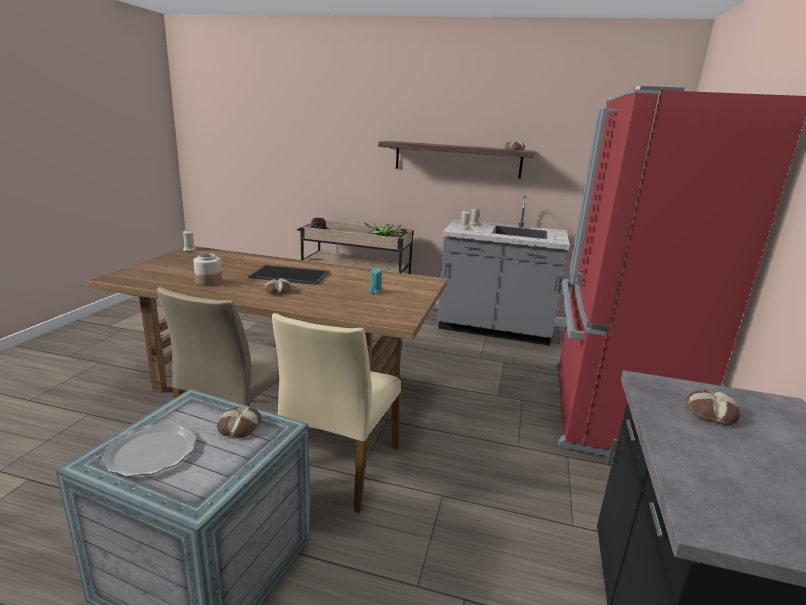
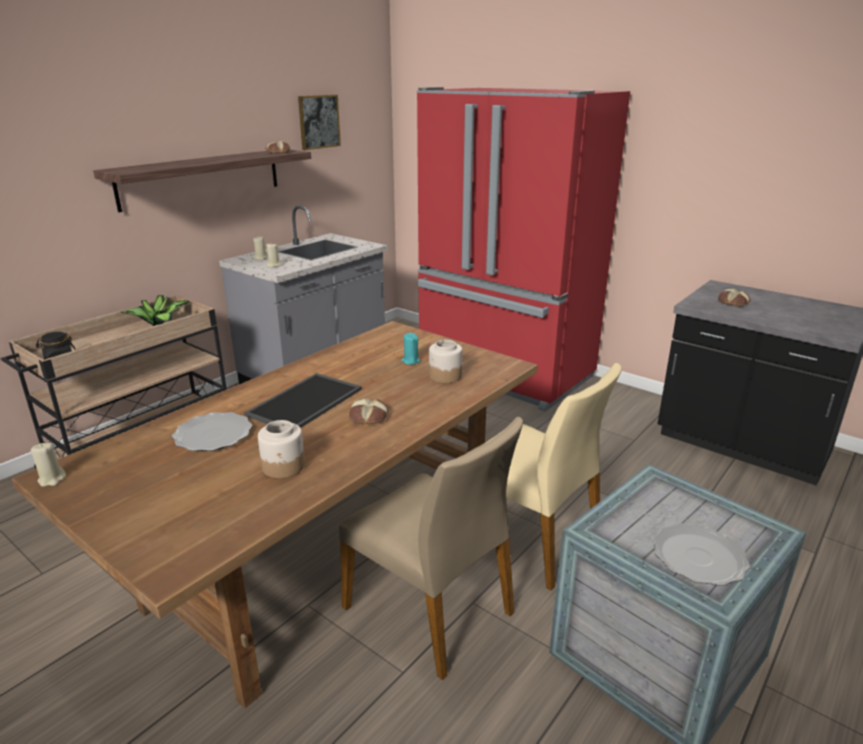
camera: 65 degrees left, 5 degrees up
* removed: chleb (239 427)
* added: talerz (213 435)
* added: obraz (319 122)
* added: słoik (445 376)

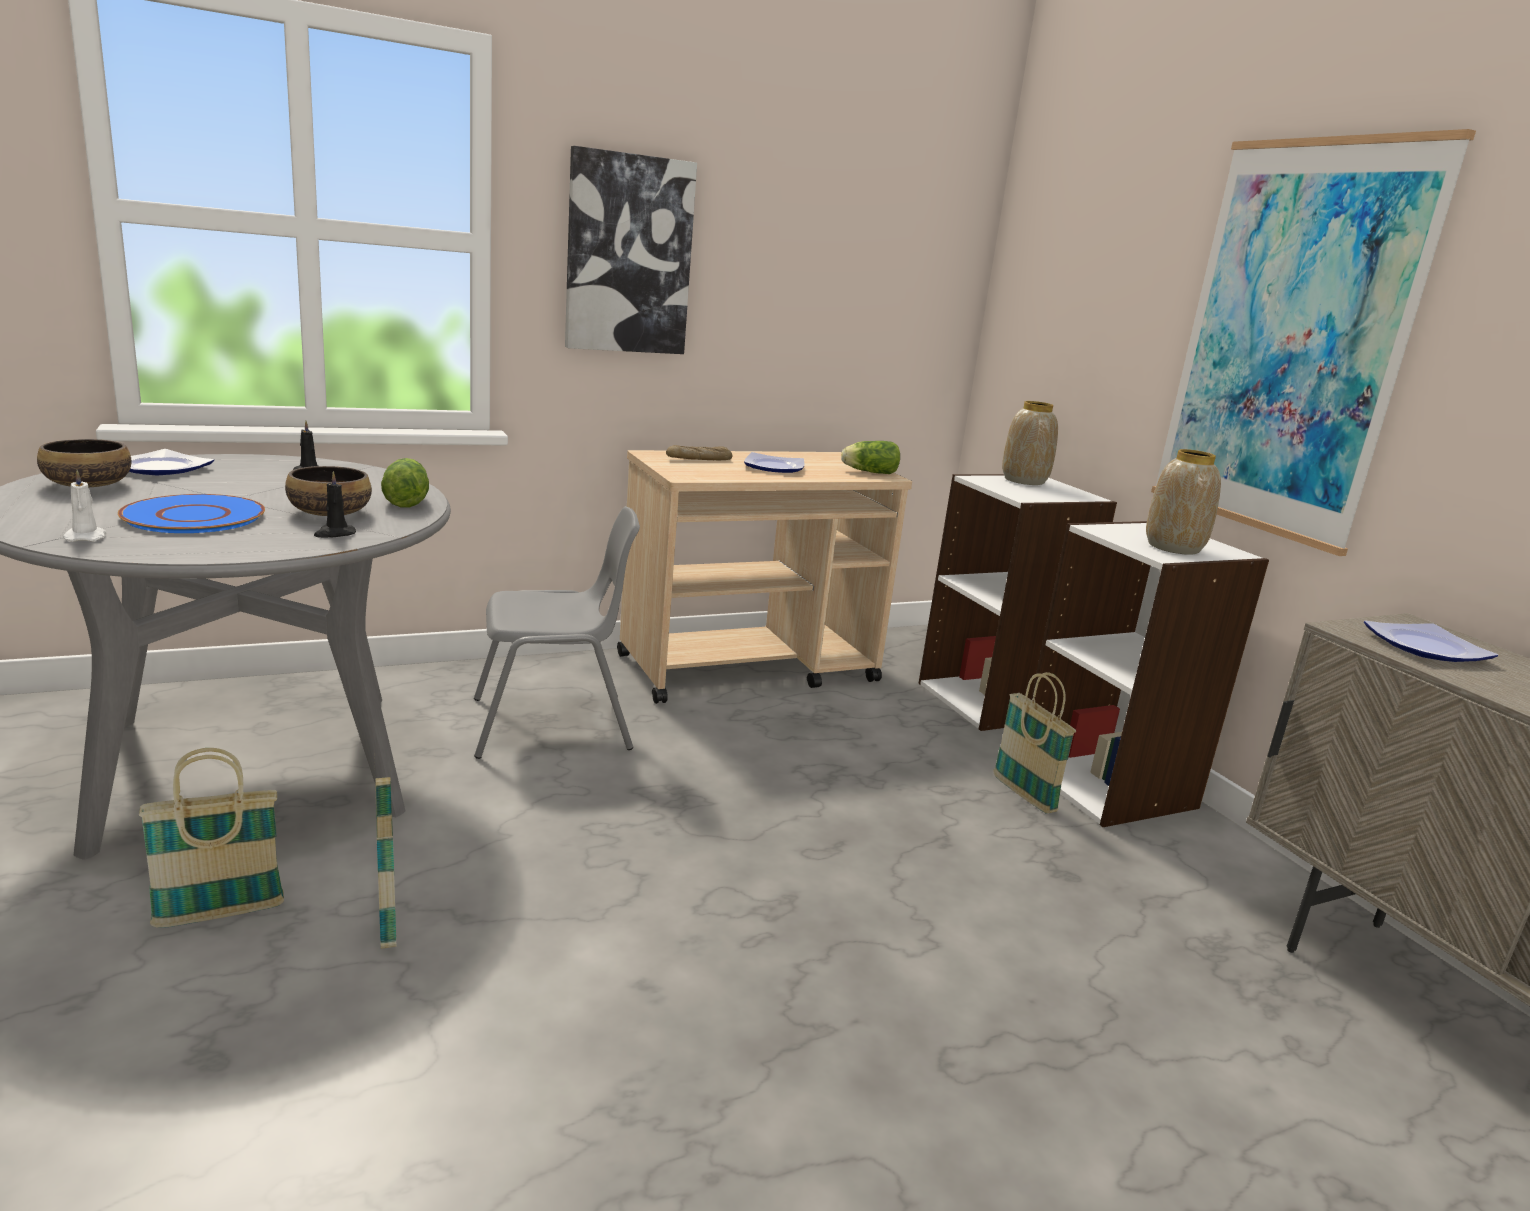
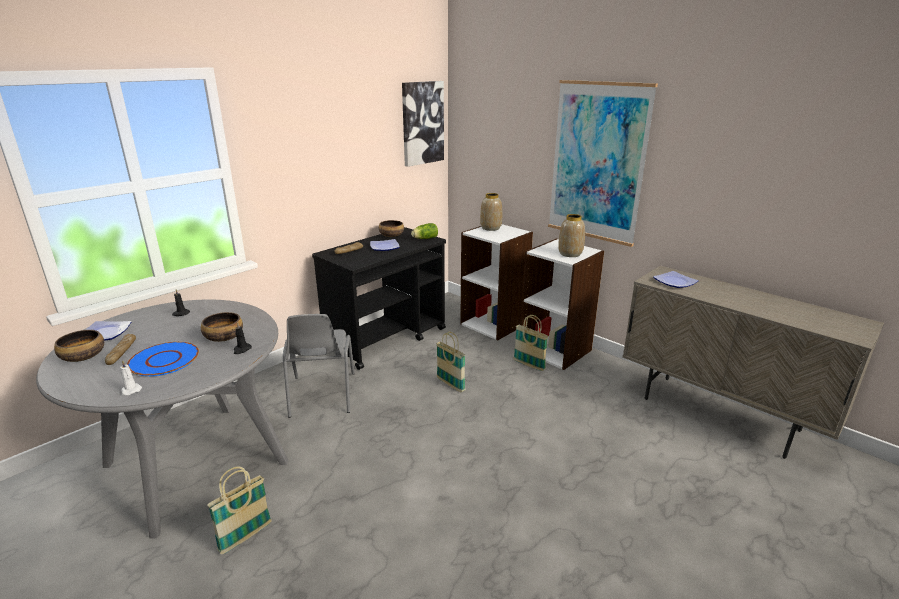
camera: 20 degrees left, 5 degrees up
* removed: sałata (406 500)
* added: chleb (122 352)
* added: miska (391 235)
* moved: koszyk (387 915) to (450 384)
* moved: obraz (628 255) to (422 123)
* recoloured: wózek [beżowy] (750 668) to wózek [czarny] (387 338)
* turned: krzesło [szary] (554 725) = (321 395) 120 degrees clockwise

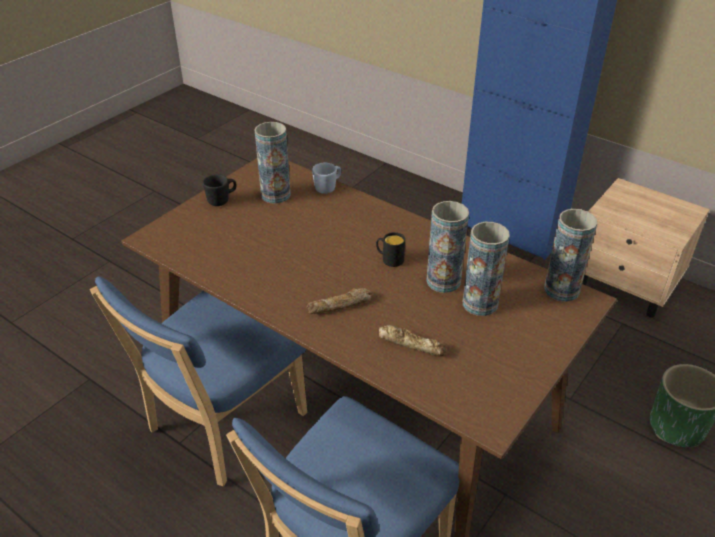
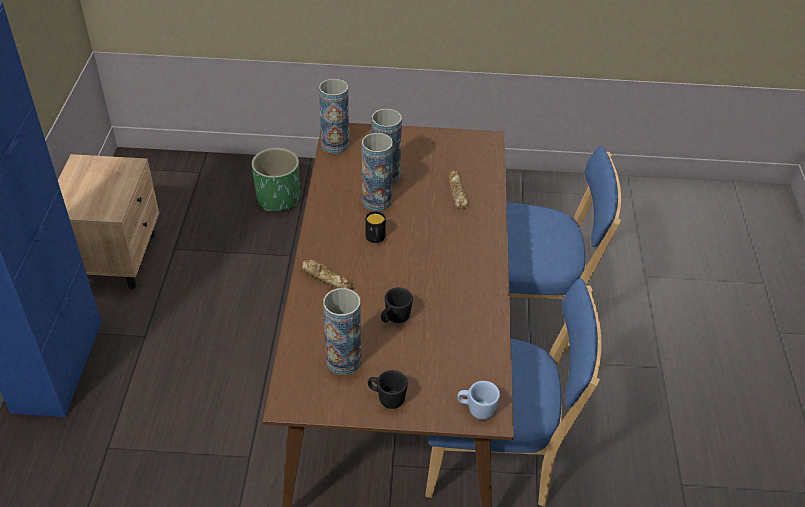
camera: 125 degrees left, 5 degrees up
* added: kubek [czarny] (394 318)
* moved: chleb (340 305) to (327 278)
* moved: kubek [niebieski] (328 187) to (476 410)

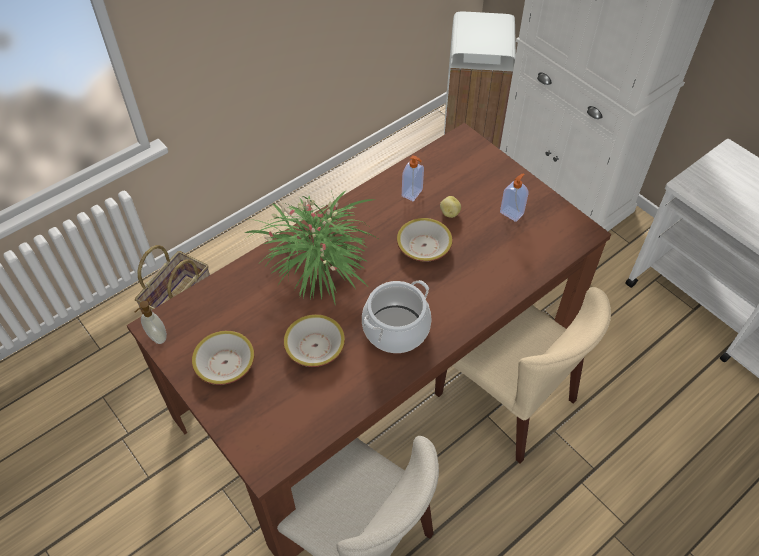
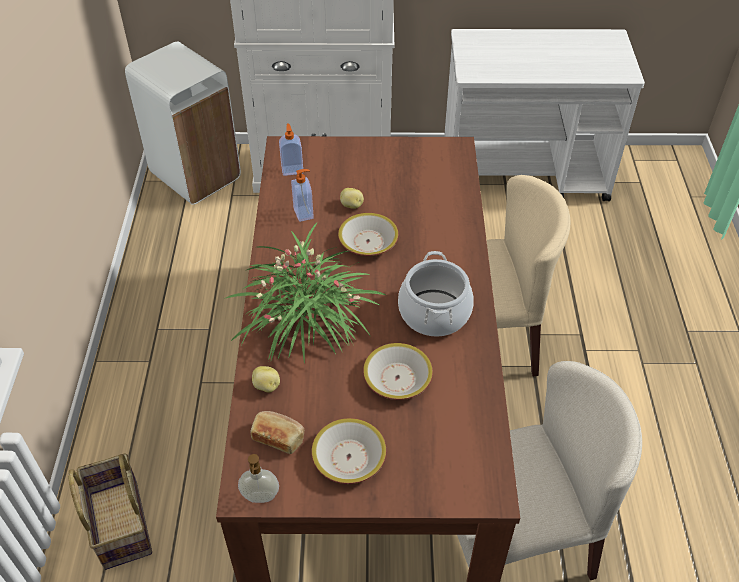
camera: 50 degrees left, 5 degrees down
* added: chleb (278 437)
* added: ziemniak (267 386)
* moved: dozownik mydła (512 213) to (292 169)

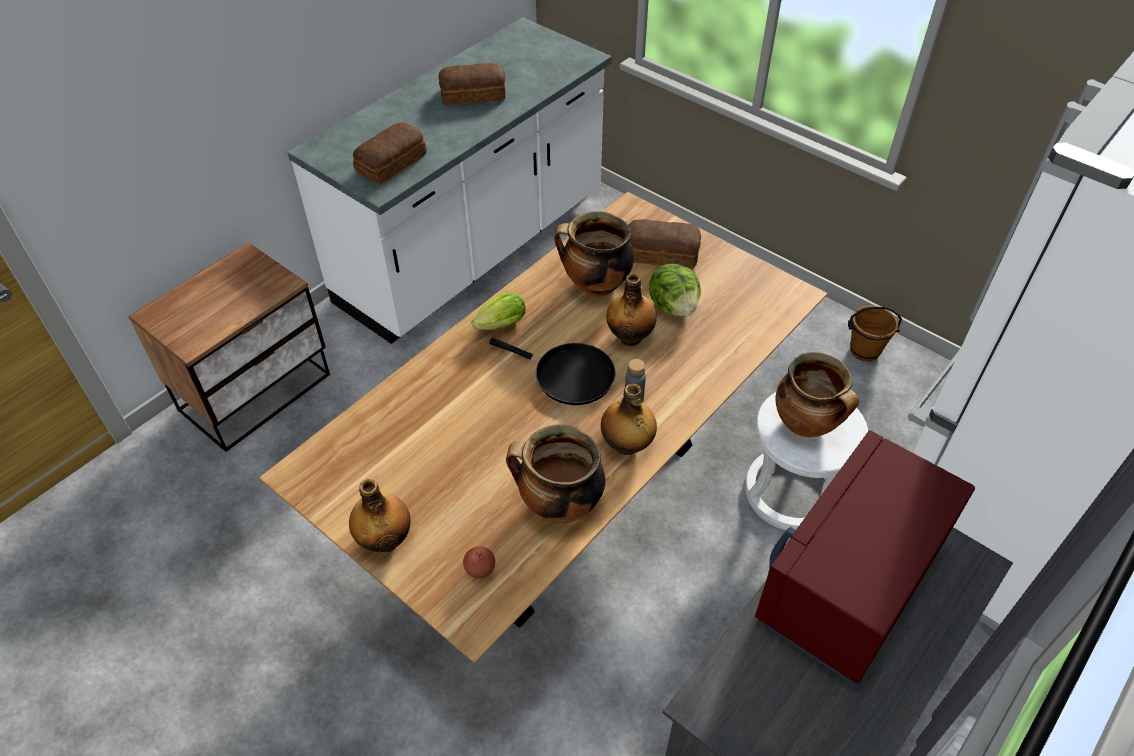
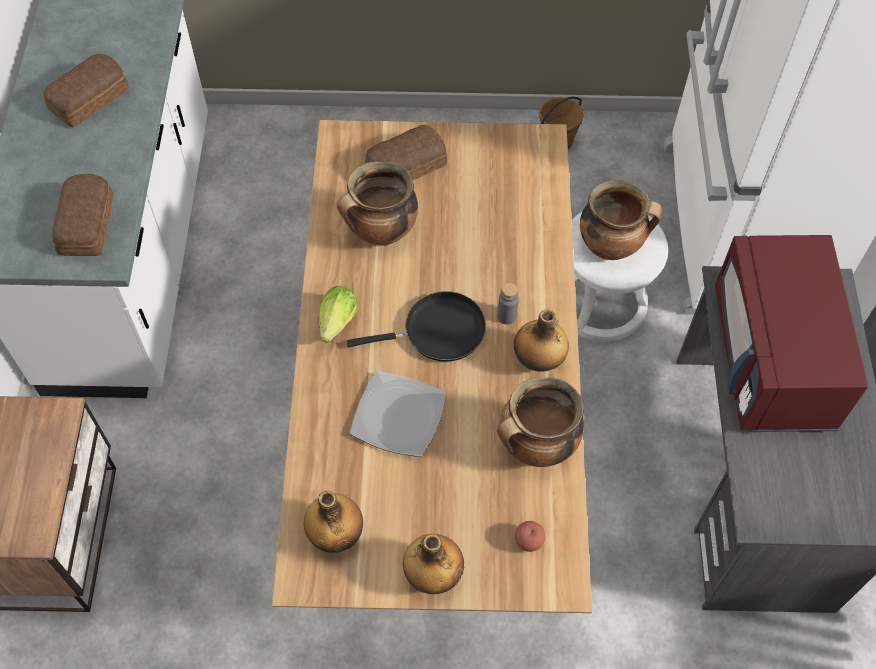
camera: 40 degrees left, 10 degrees up
* removed: sałata (674 306)
* added: talerz (398 415)
* moved: butelka (630 336) to (336 534)

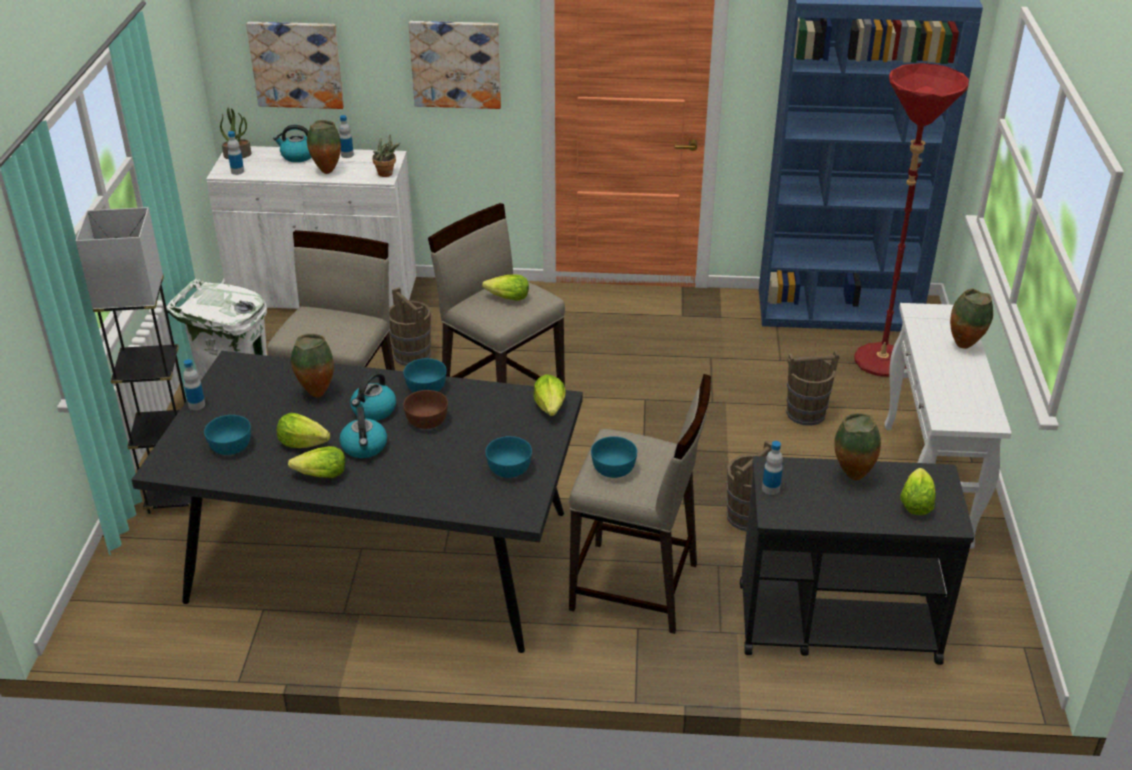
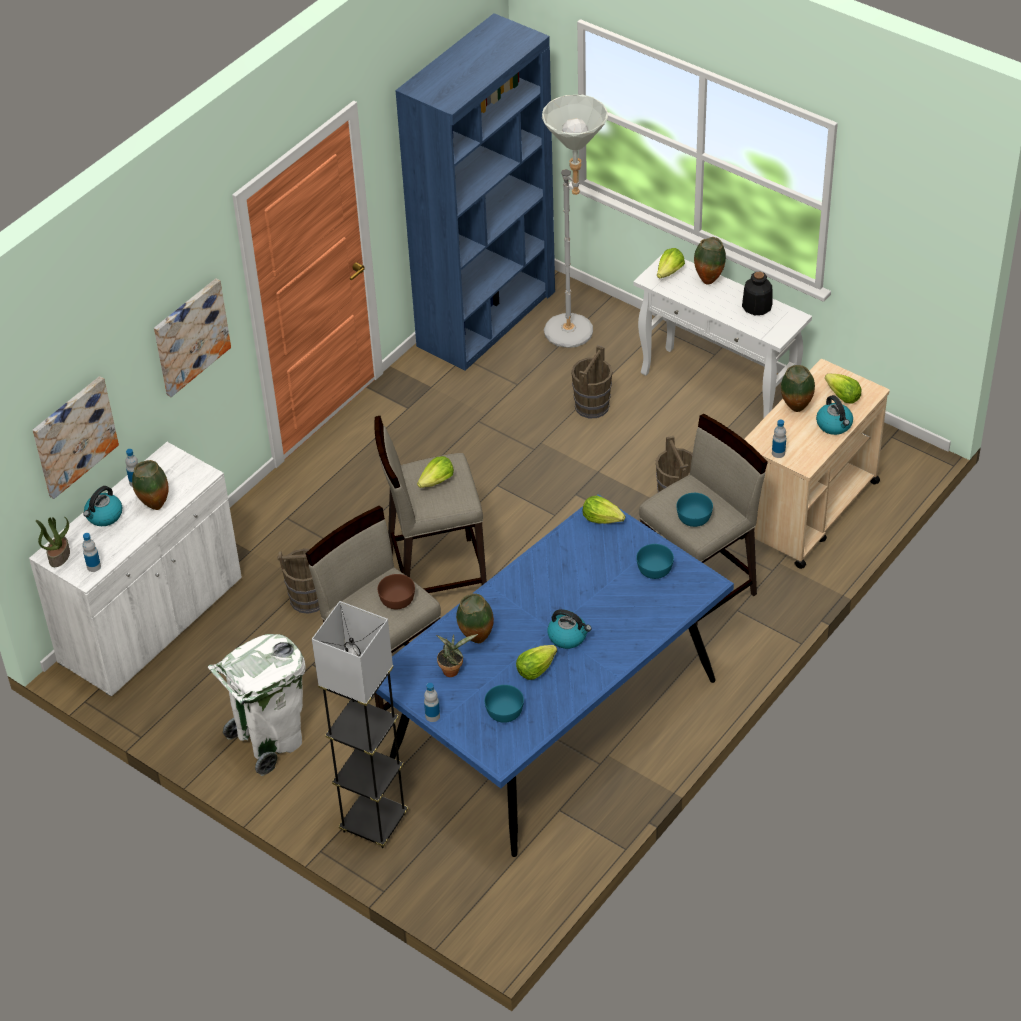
camera: 55 degrees left, 10 degrees up
* removed: miska [turkusowy] (427 387)
* added: butelka (756 306)
* moved: sałata (321 475) to (669 272)
* moved: czajnik (373 411) to (834 425)
* moved: roślina doniczkowa (387 174) to (452 669)
* moved: miska [brązowy] (427 420) to (397 599)
* recoloured: stół jadalny [czarny] (382 556) to stół jadalny [niebieski] (554 718)
* recoloured: wózek [czarny] (835 622) to wózek [beżowy] (806 510)
* recoloured: lampa stojąca [czerwony] (879 368) to lampa stojąca [szary] (575 337)

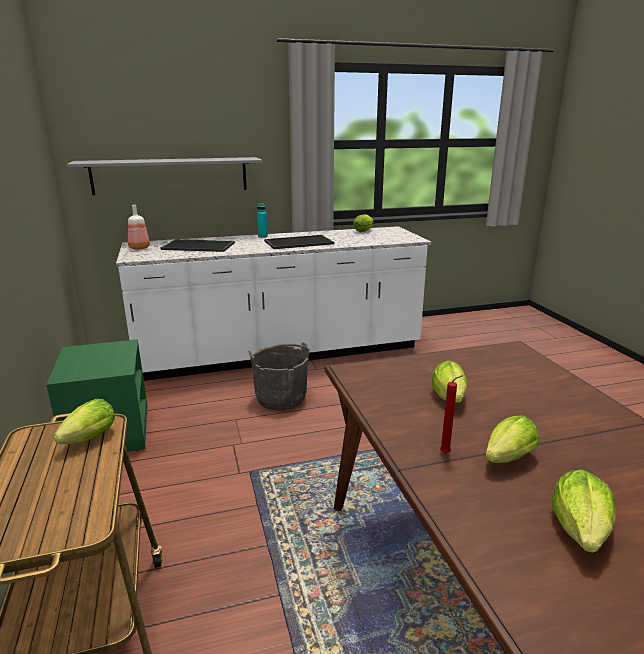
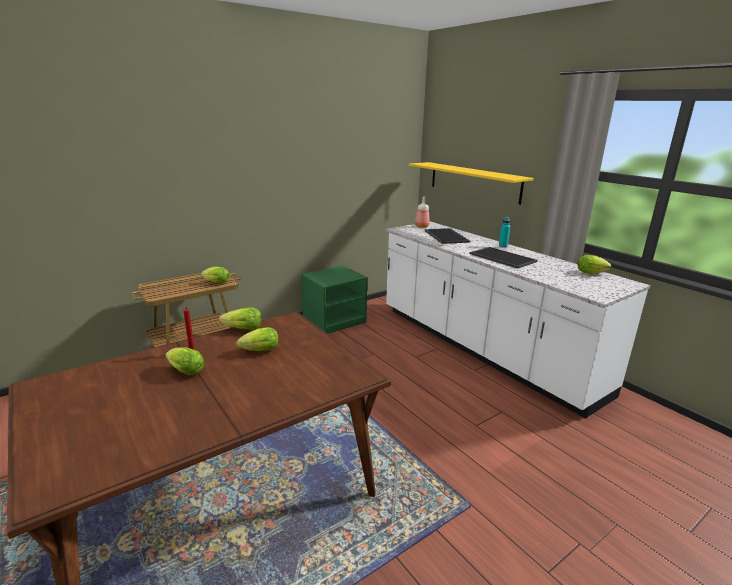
camera: 70 degrees right, 0 degrees up
* removed: wiadro [szary] (281 398)
* moved: sałata (581 530) to (243 329)
* recoloured: półka [szary] (170 175) to półka [żółty] (473 182)

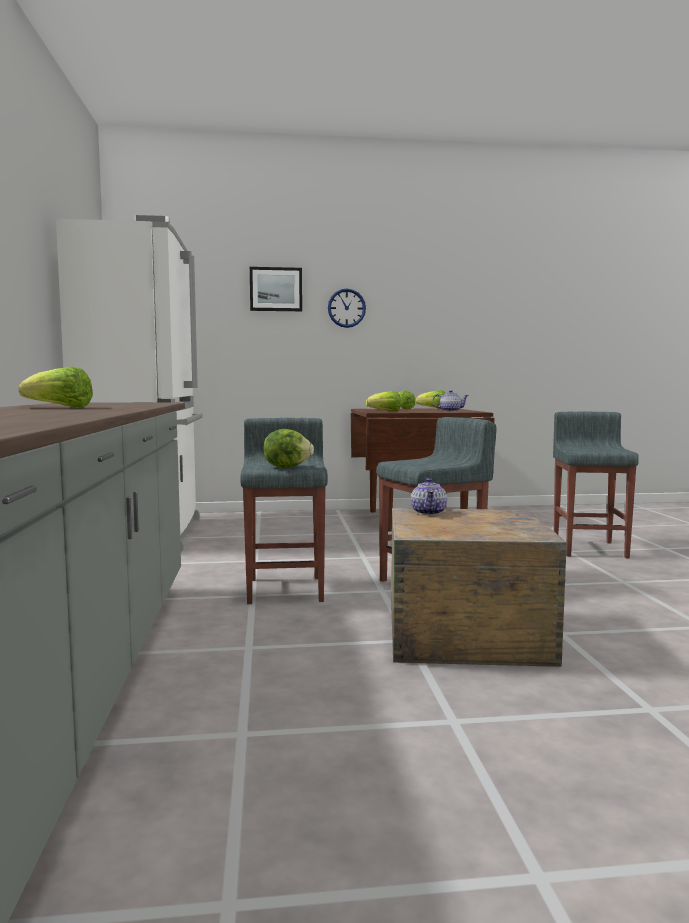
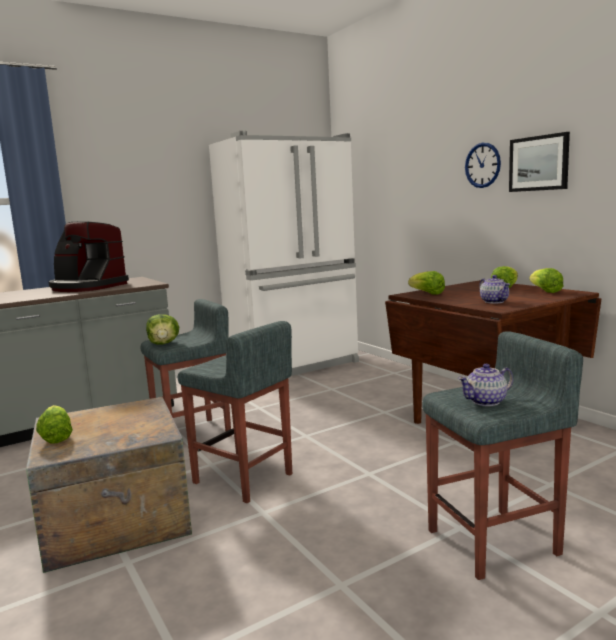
camera: 65 degrees right, 5 degrees up
* added: ekspres do kawy (87 287)
* moved: sałata (60 407) to (56 437)
* moved: obraz (276 289) to (539 163)
* moved: imbryk (429 512) to (486 401)

